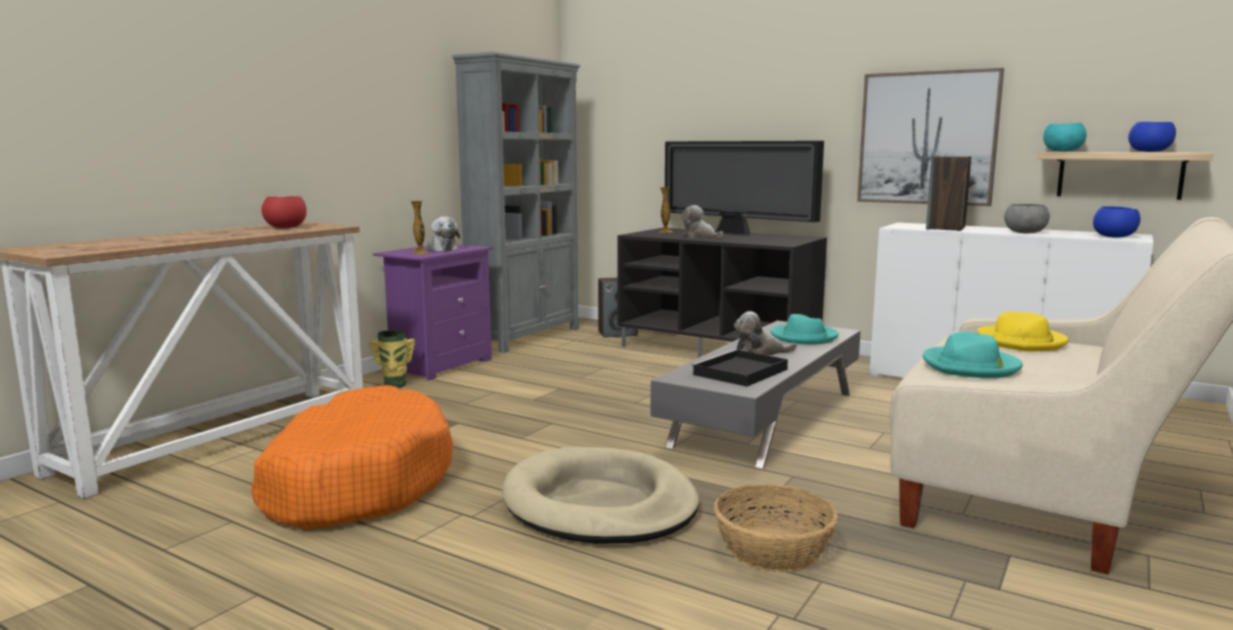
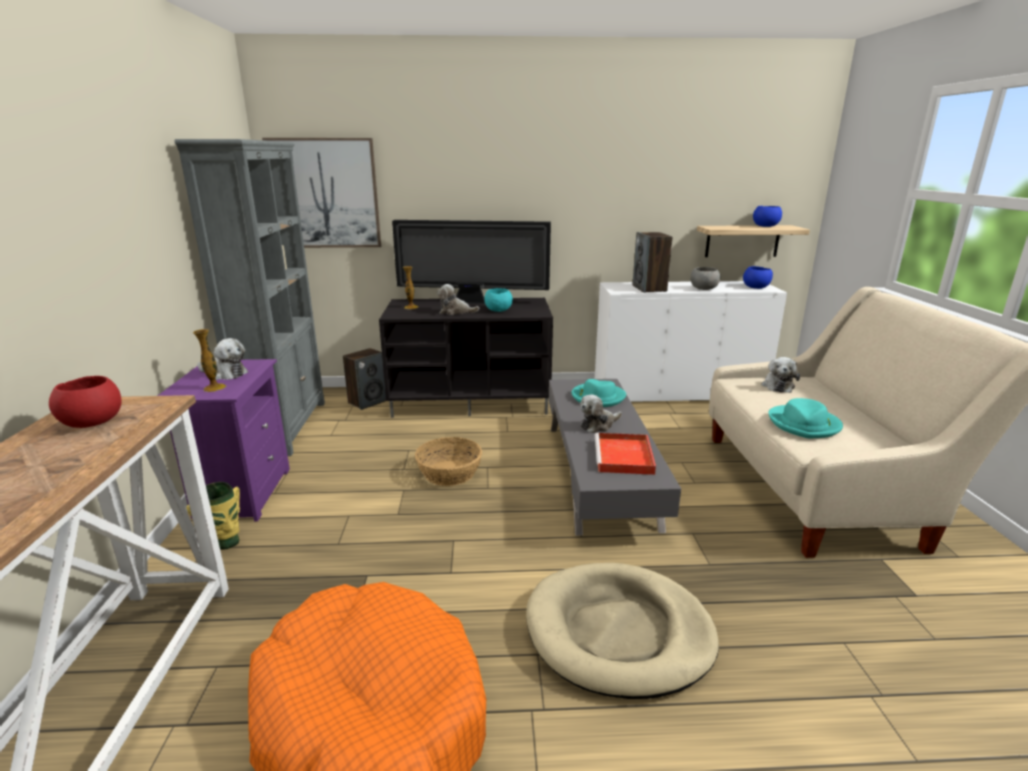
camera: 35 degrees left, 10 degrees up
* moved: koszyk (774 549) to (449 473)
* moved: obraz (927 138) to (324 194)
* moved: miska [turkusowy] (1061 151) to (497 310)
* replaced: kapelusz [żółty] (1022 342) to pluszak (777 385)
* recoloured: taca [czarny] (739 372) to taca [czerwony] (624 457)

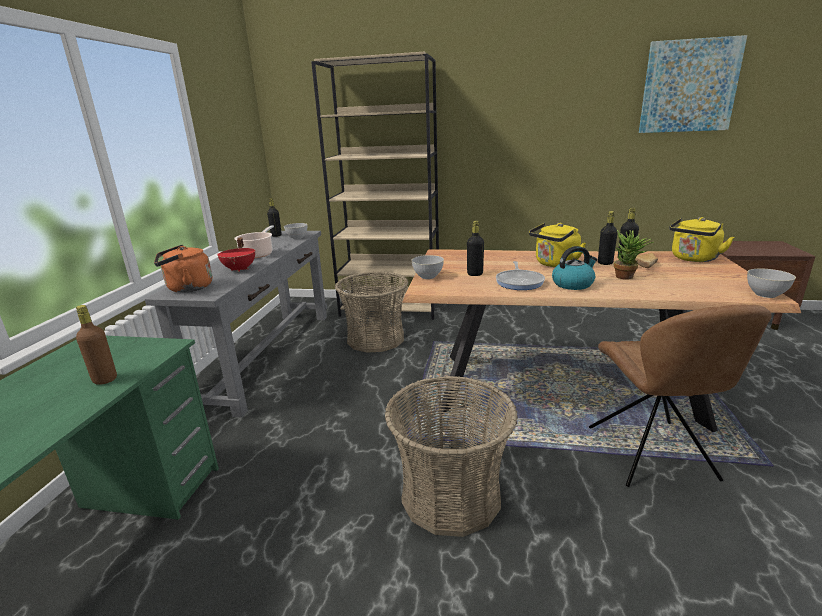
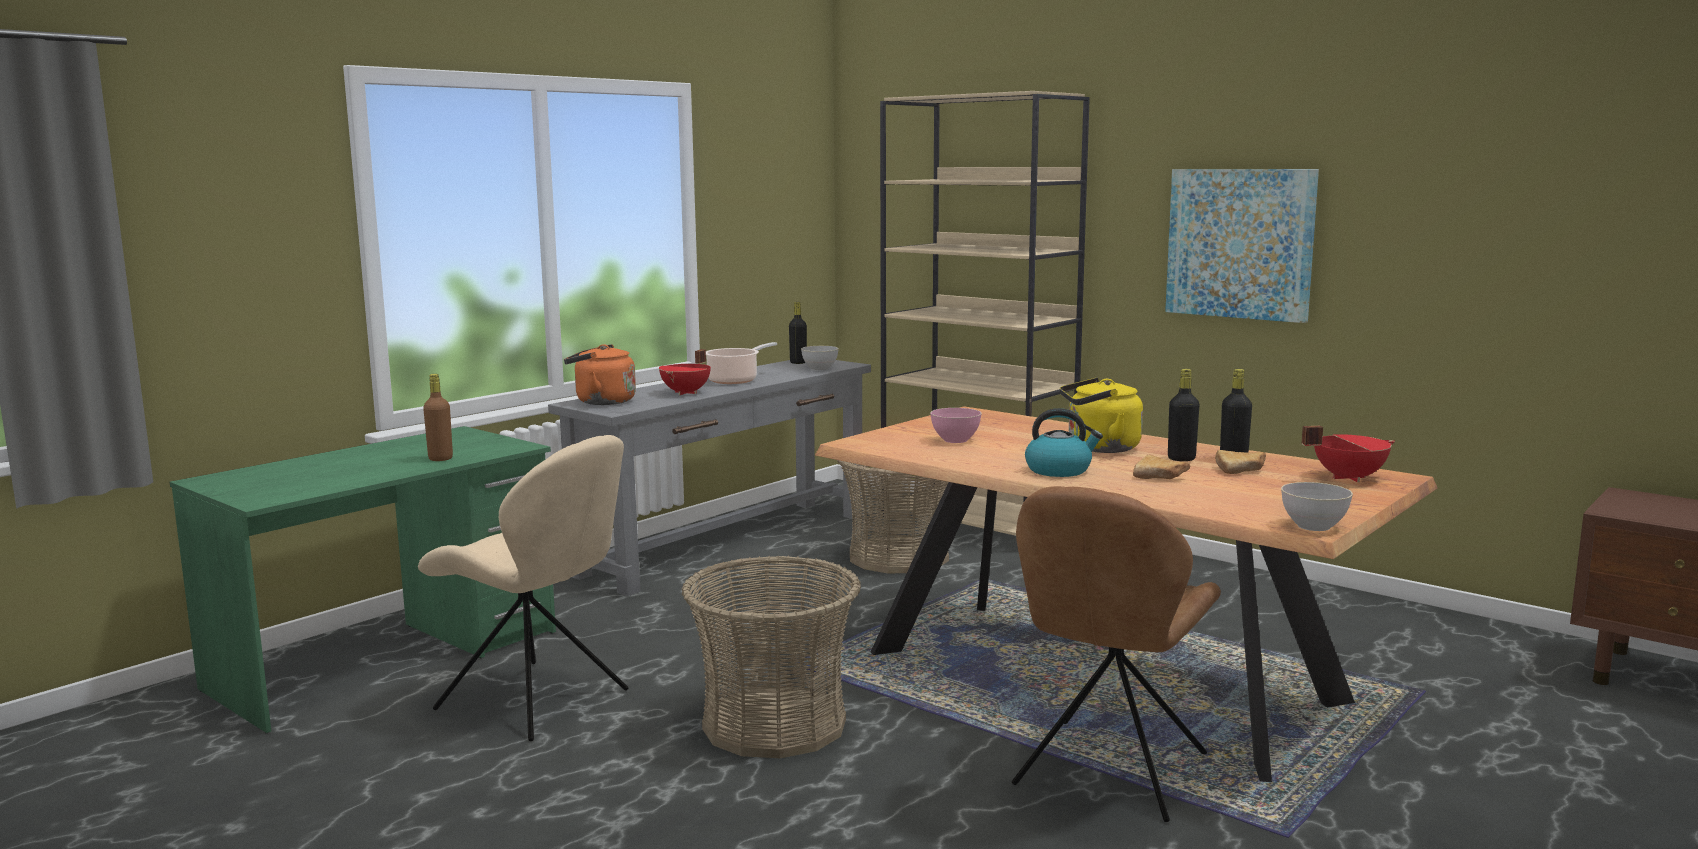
camera: 30 degrees right, 10 degrees down
* removed: miska [szary] (428 276)
* removed: patelnia (519 282)
* added: krzesło [beżowy] (537 701)
* moved: obraz (689 86) to (1240 243)
* replaced: butelka [czarny] (475 274) to miska [różowy] (955 440)
* replaced: roślina doniczkowa (627 277) to chleb (1161 477)
* replaced: czajnik [żółty] (693 259) to garnek [czerwony] (1348 477)

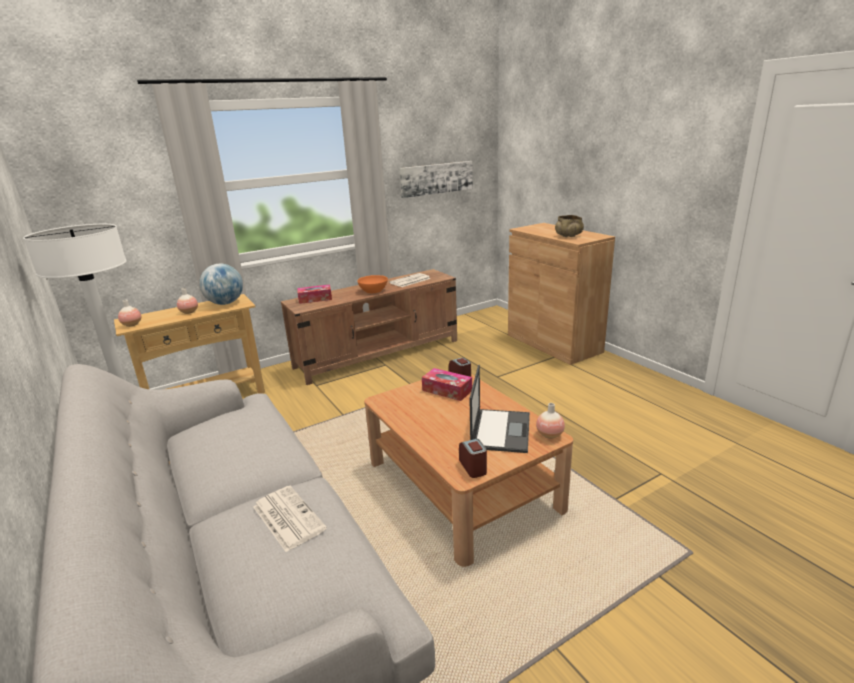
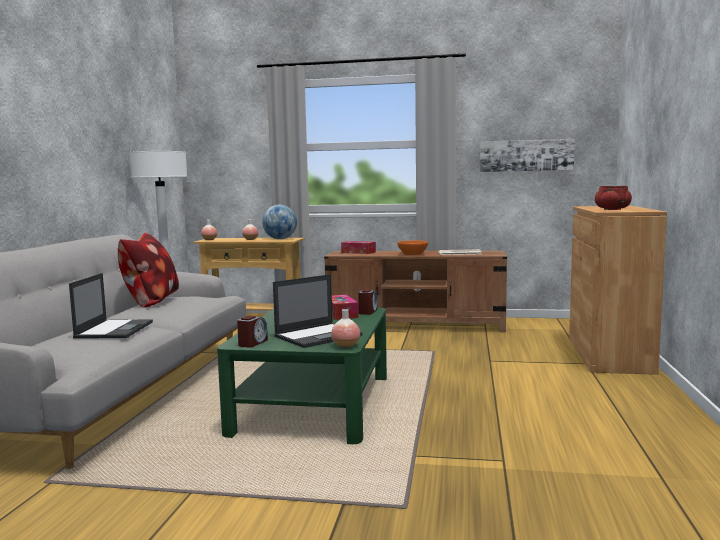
camera: 40 degrees right, 15 degrees down
* added: poduszka (150 302)
* replaced: gazeta (287 517) to laptop (115 329)
* recoloured: ława [brązowy] (461 485) to ława [zielony] (313 404)
* recoloured: miska [beżowy] (568 236) to miska [czerwony] (612 209)

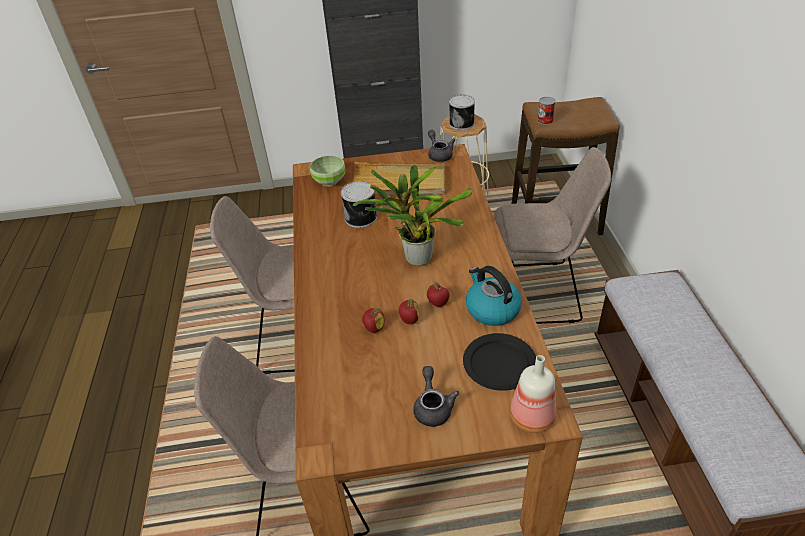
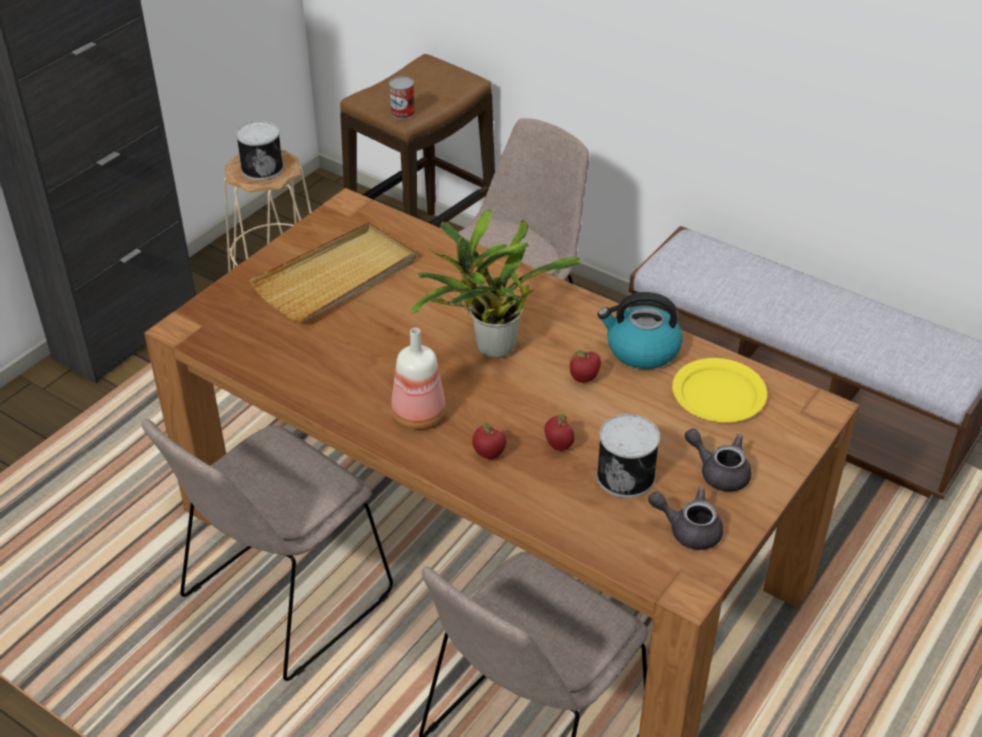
camera: 50 degrees left, 0 degrees up
* removed: miska [zielony] (329 182)
* moved: puszka (361 217) to (626 475)
* moved: jabłko (409 320) to (488 455)
* moved: imbryk [szary] (439 154) to (688 529)
* moved: butelka (530 416) to (417 415)
* recoloured: talerz [czarny] (499 363) to talerz [żółty] (718 393)

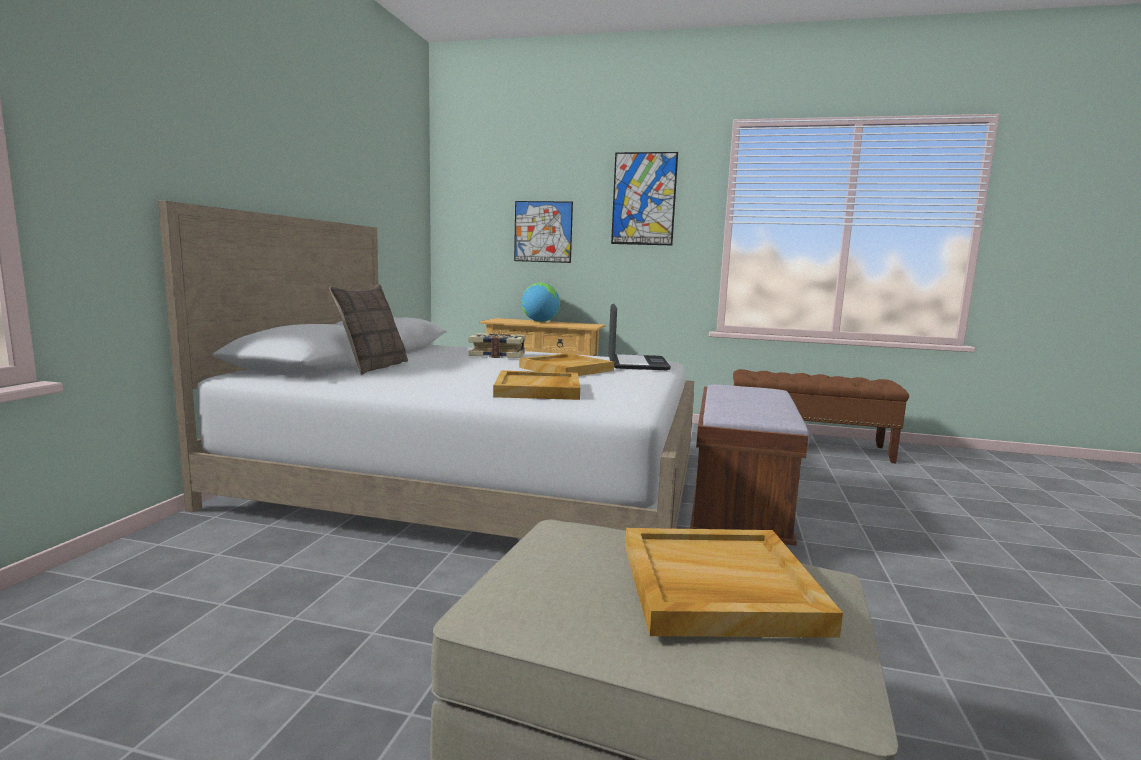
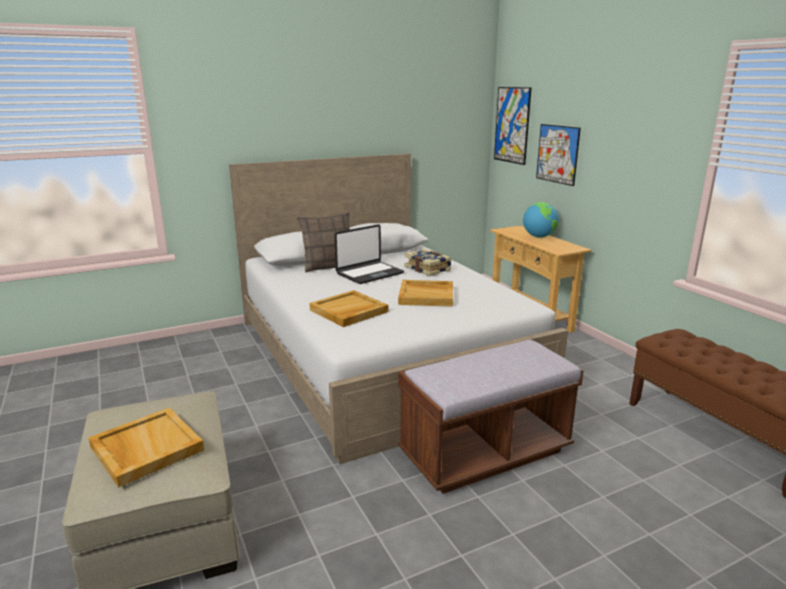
camera: 50 degrees right, 10 degrees up
* moved: laptop (636 363) to (369 273)
* moved: obraz (644 199) to (512 125)

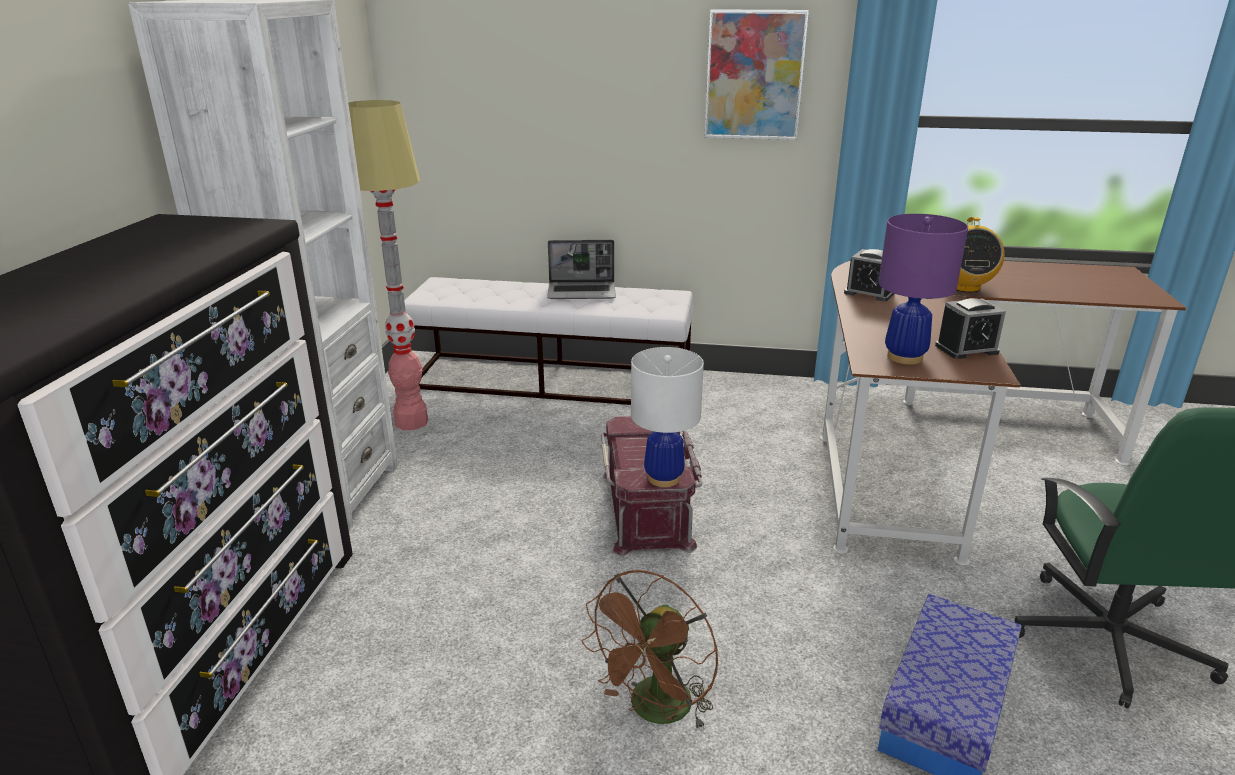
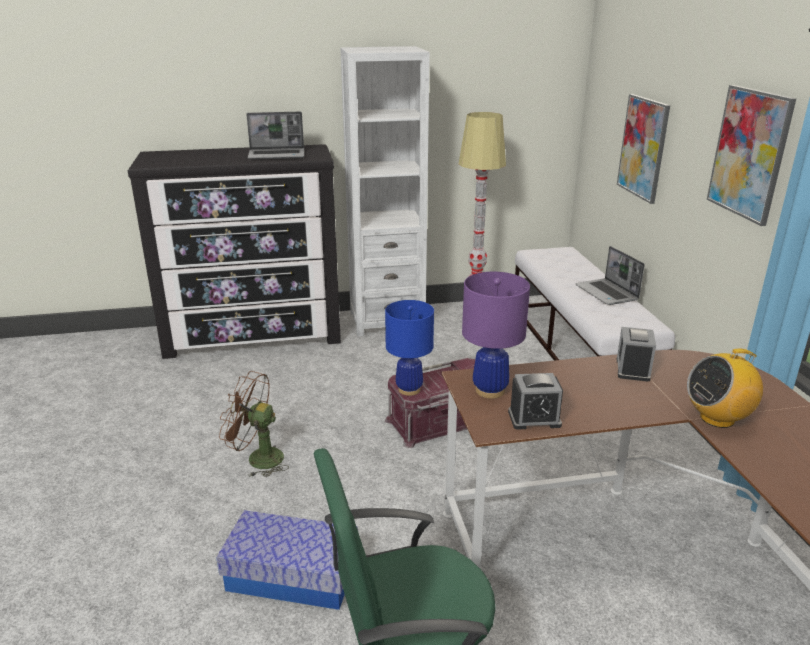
camera: 70 degrees right, 0 degrees up
* added: laptop (277 155)
* added: obraz (643 147)
* recoloured: lampa stołowa [biały] (663 478) to lampa stołowa [niebieski] (409 389)
* turned: budzik (966 349) = (534 418) 60 degrees counterclockwise

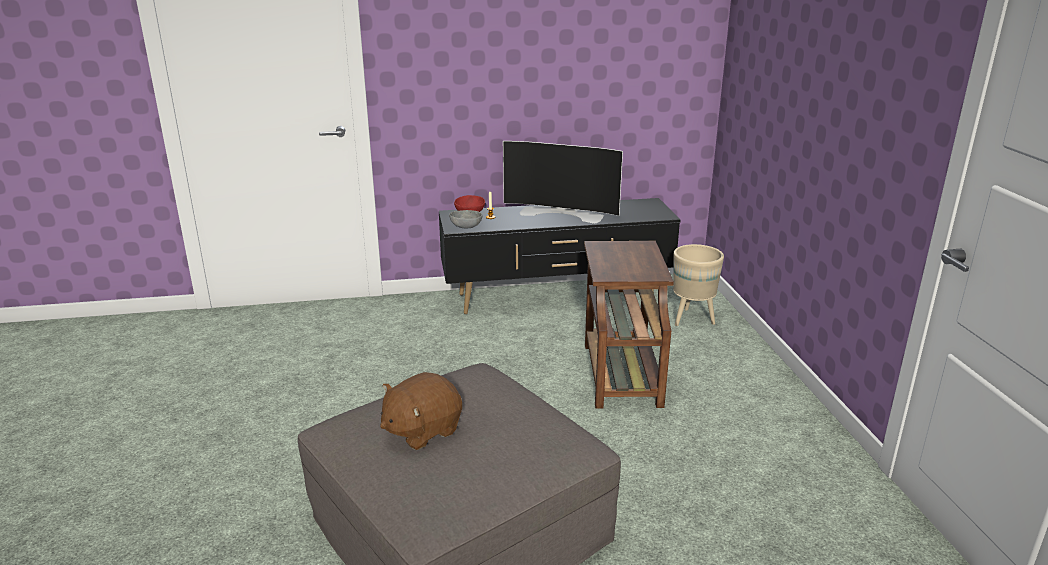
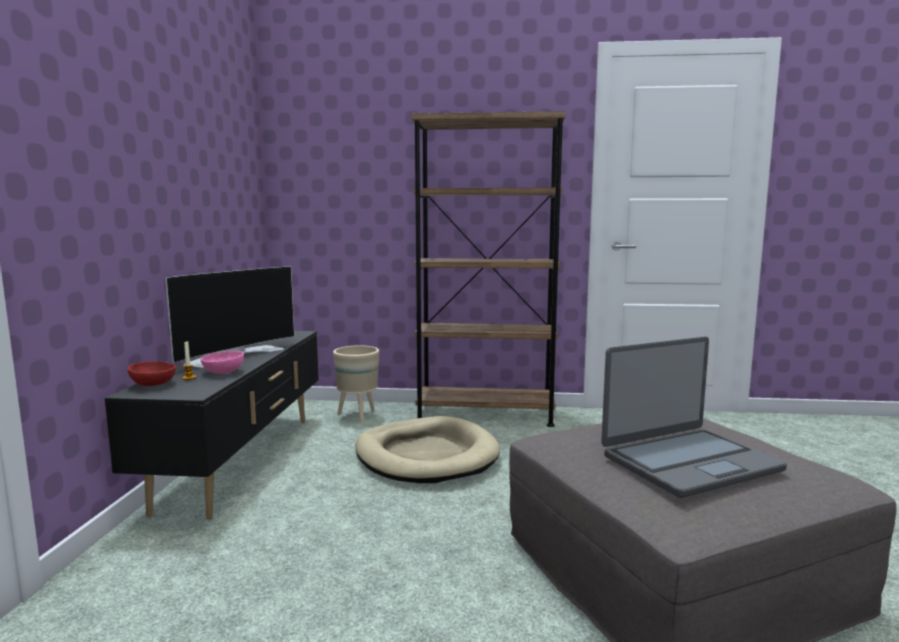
camera: 75 degrees left, 15 degrees down
* removed: miska [szary] (466 226)
* added: miska [różowy] (223 372)
* added: regał [brązowy] (485 414)
* replaced: pluszak [brązowy] (421 430) to laptop (688 462)
* replaced: stolik [brązowy] (621 373) to legowisko [beżowy] (426 456)

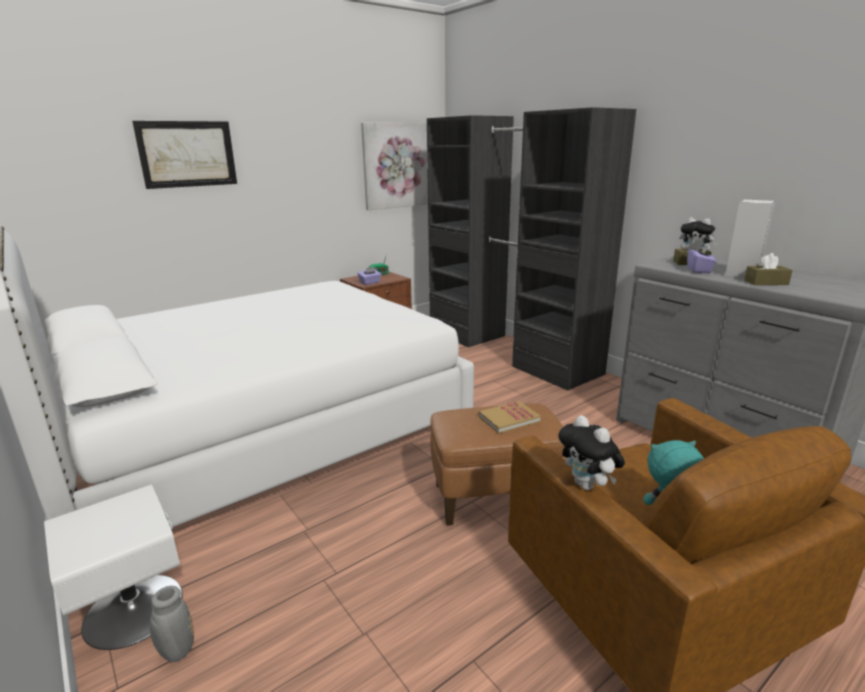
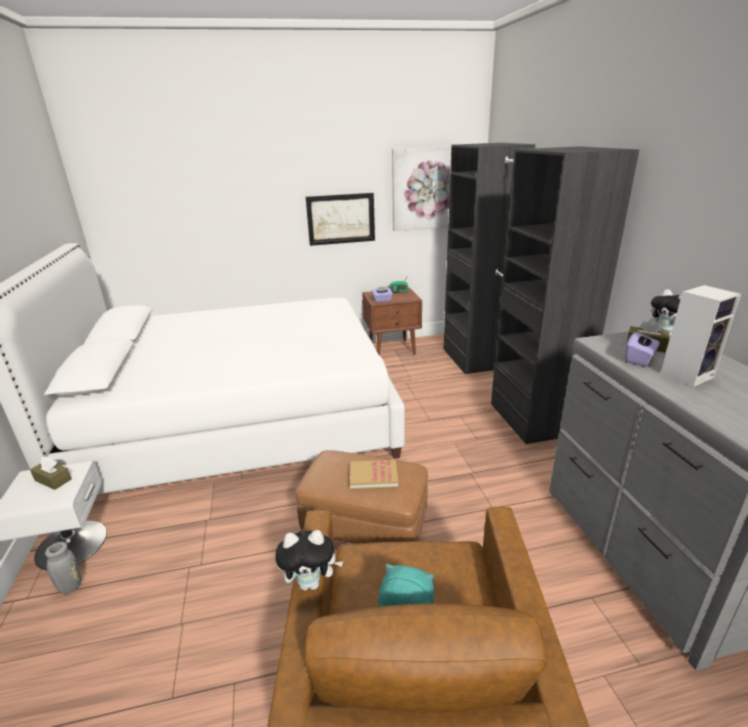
camera: 25 degrees right, 5 degrees up
* moved: obraz (187 154) to (341 219)
* moved: pudełko chusteczek [brązowy] (766 282) to (53 480)
* turned: pluszak (588 485) = (311 583) 90 degrees counterclockwise

